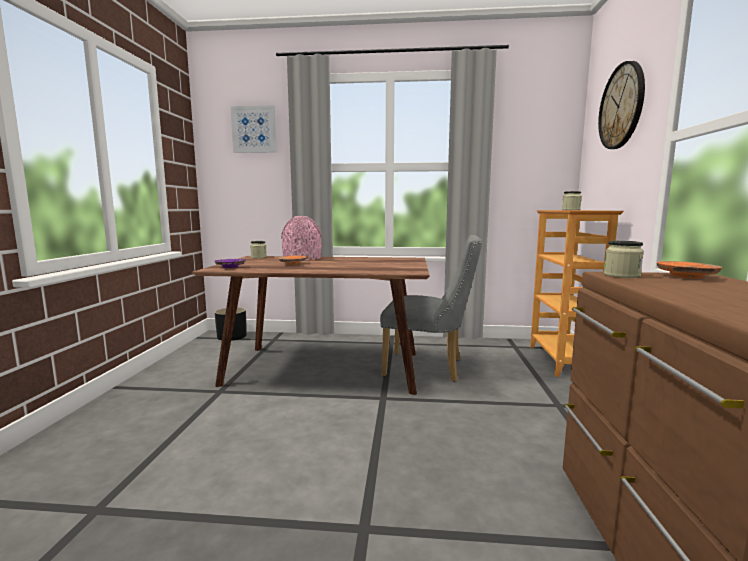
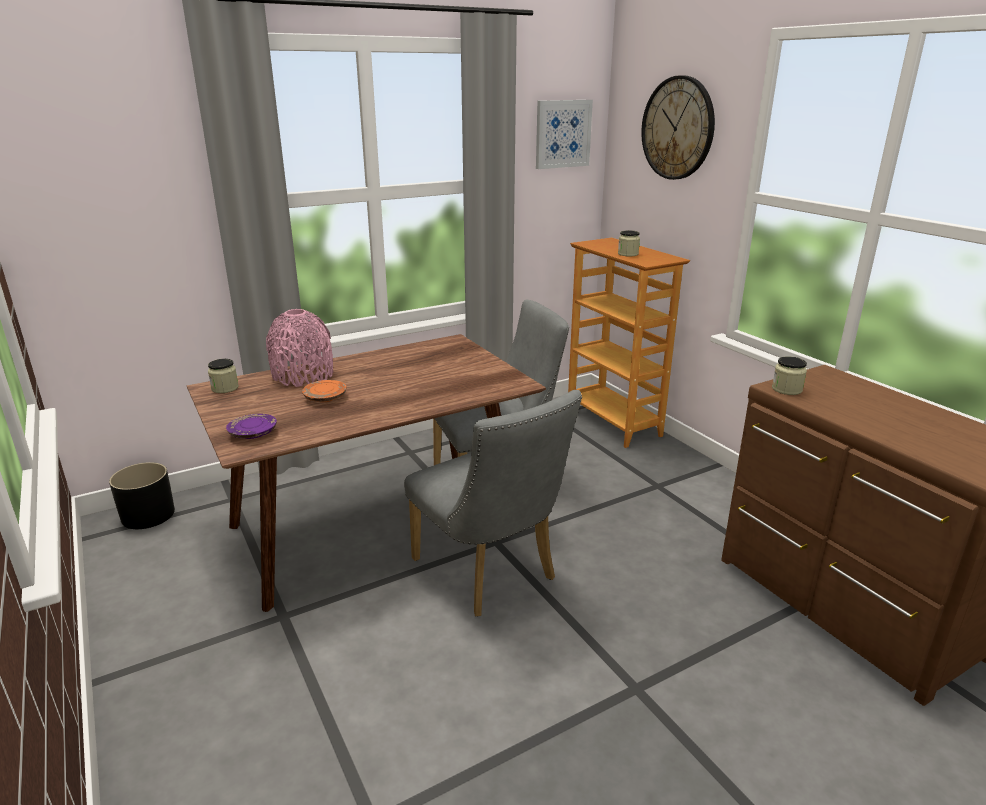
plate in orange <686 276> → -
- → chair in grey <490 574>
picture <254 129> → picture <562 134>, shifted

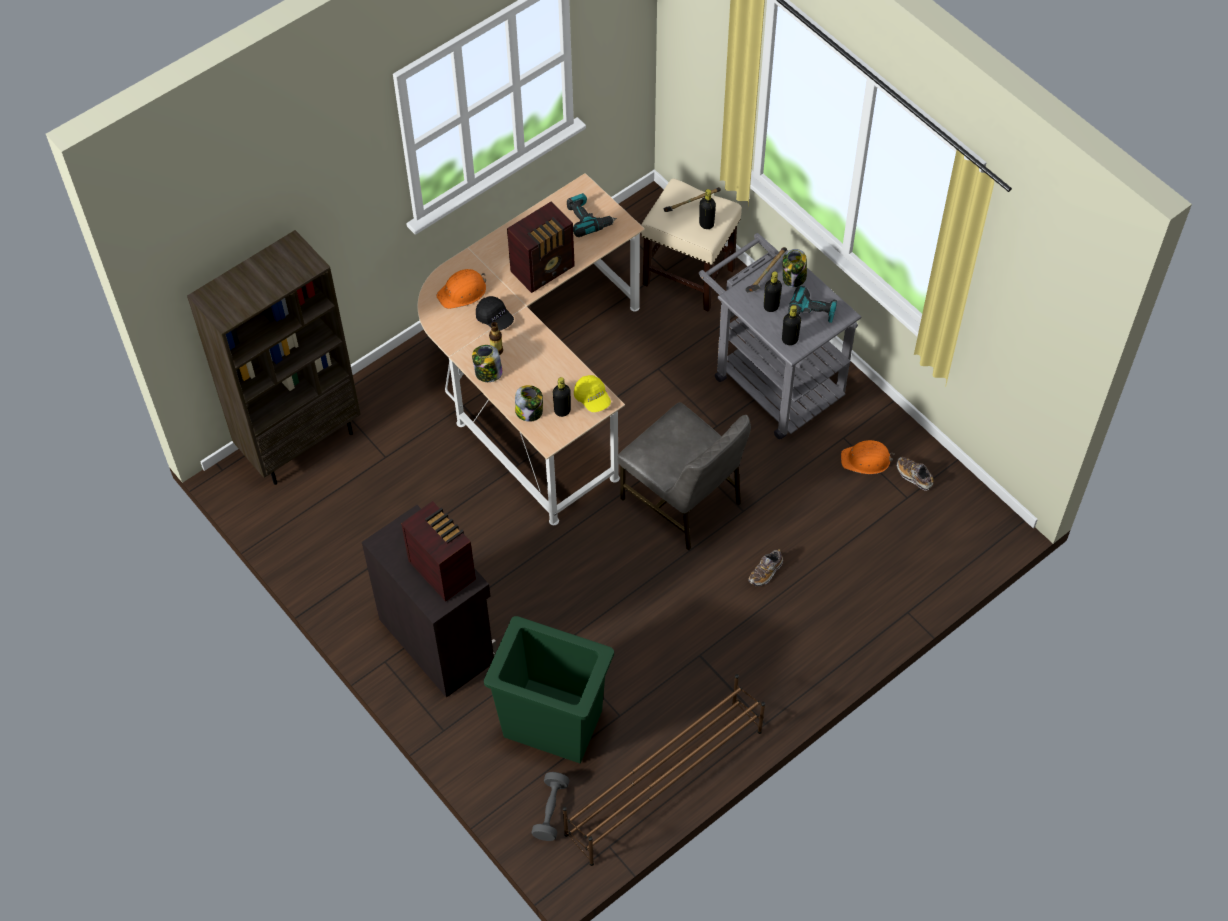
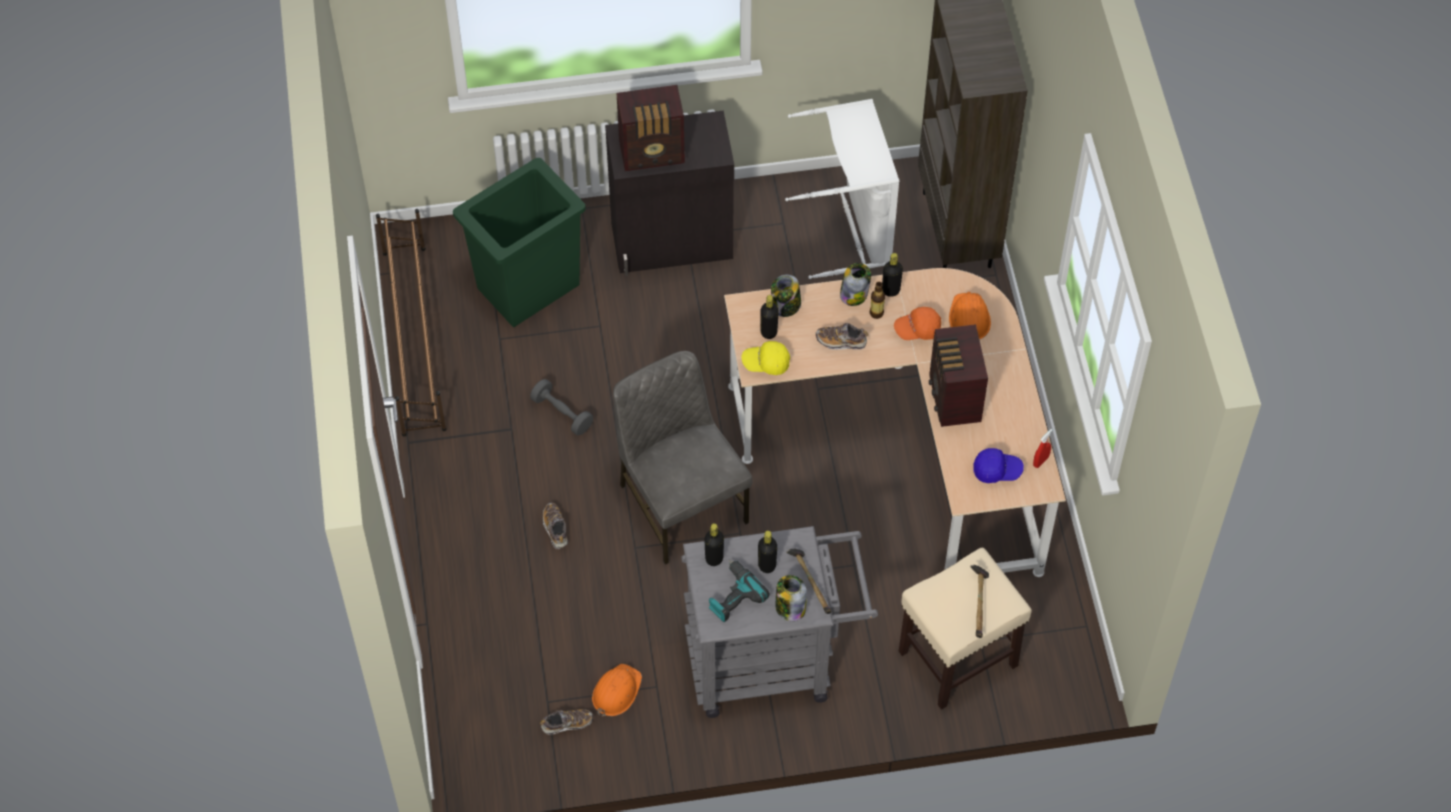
- → laundry basket in white <851 230>
- → shoe <841 341>
- → spray bottle in red <1040 461>
dumbbell in grey <551 811> → dumbbell in grey <562 413>, shifted
bottle in black <706 224> → bottle in black <891 290>, shifted
power drill <588 219> → cap in blue <997 470>
cap in black <495 318> → cap in orange <917 329>
chair in grey <683 501> → chair in grey <681 502>, 75 degrees clockwise

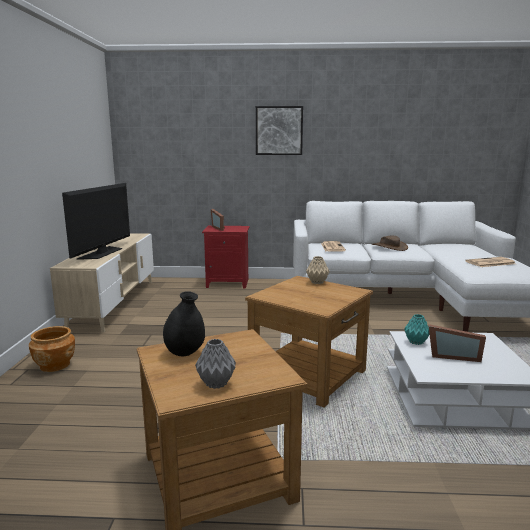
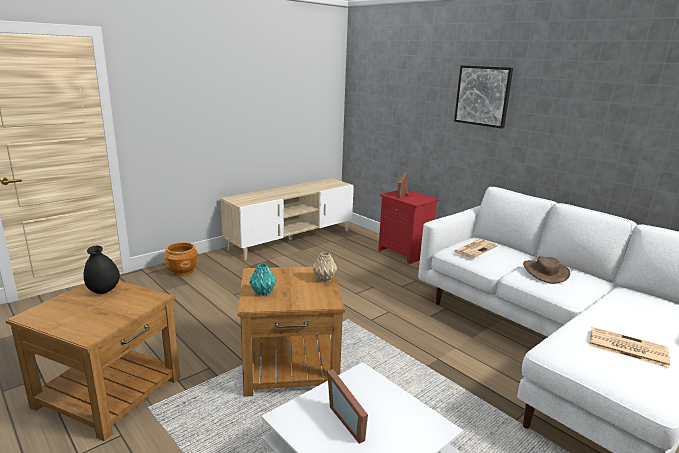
television <102 253> → -
vase in grey <216 384> → -
vase in turquoise <416 342> → vase in turquoise <263 293>, shifted

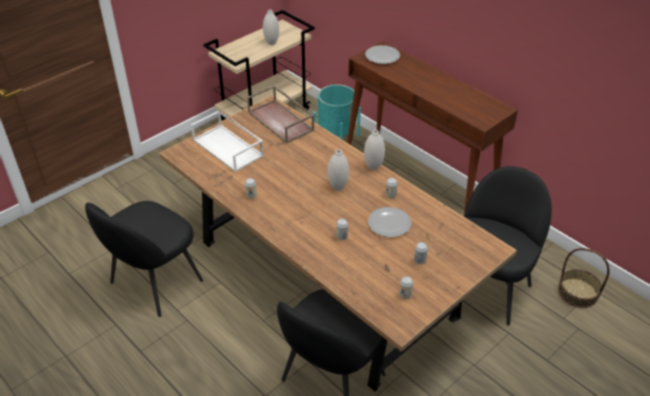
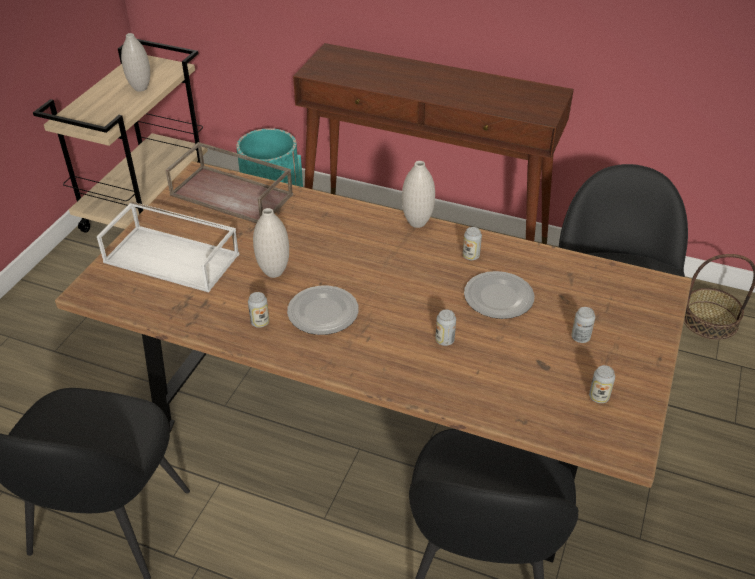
vase in white <338 187> → vase in white <274 272>, shifted
plate <382 56> → plate <323 312>, shifted

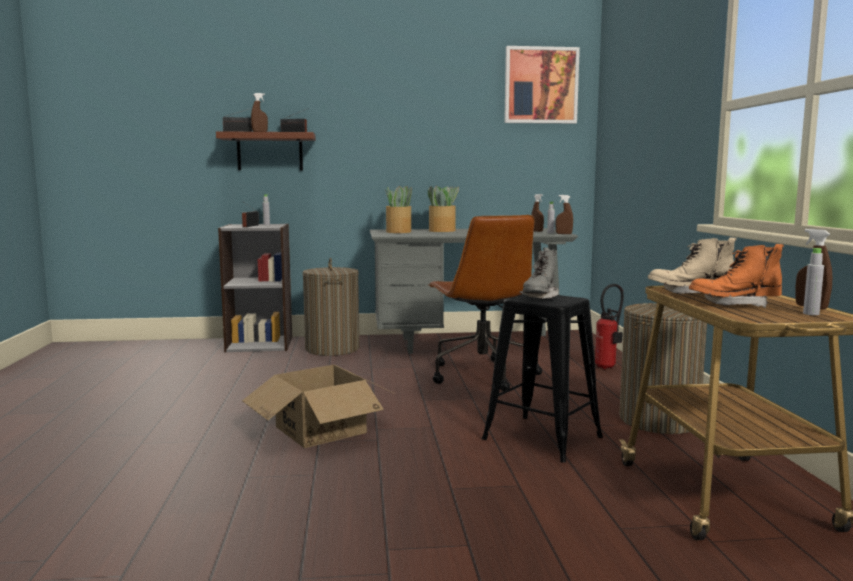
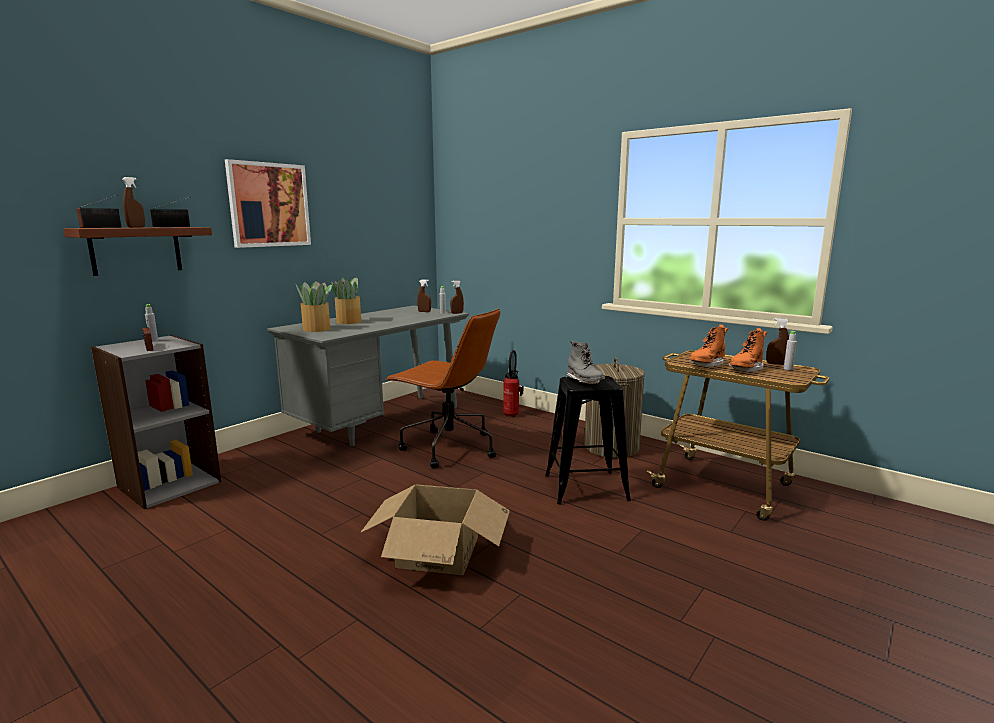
laundry basket <332 349> → -
picture <541 85> → picture <269 205>, shifted
boot in beige <690 293> → boot in orange <706 365>

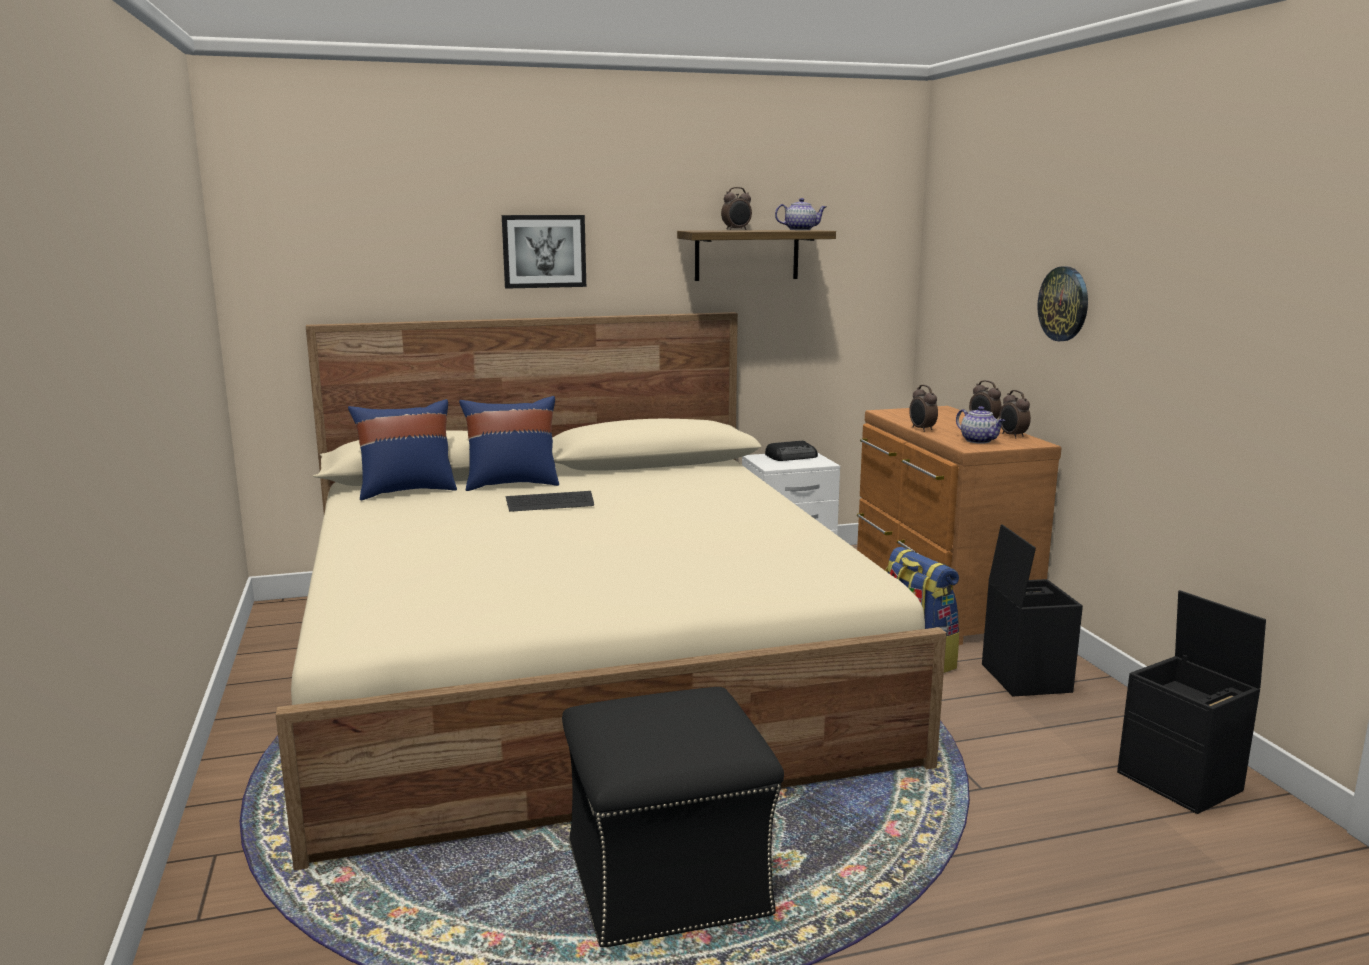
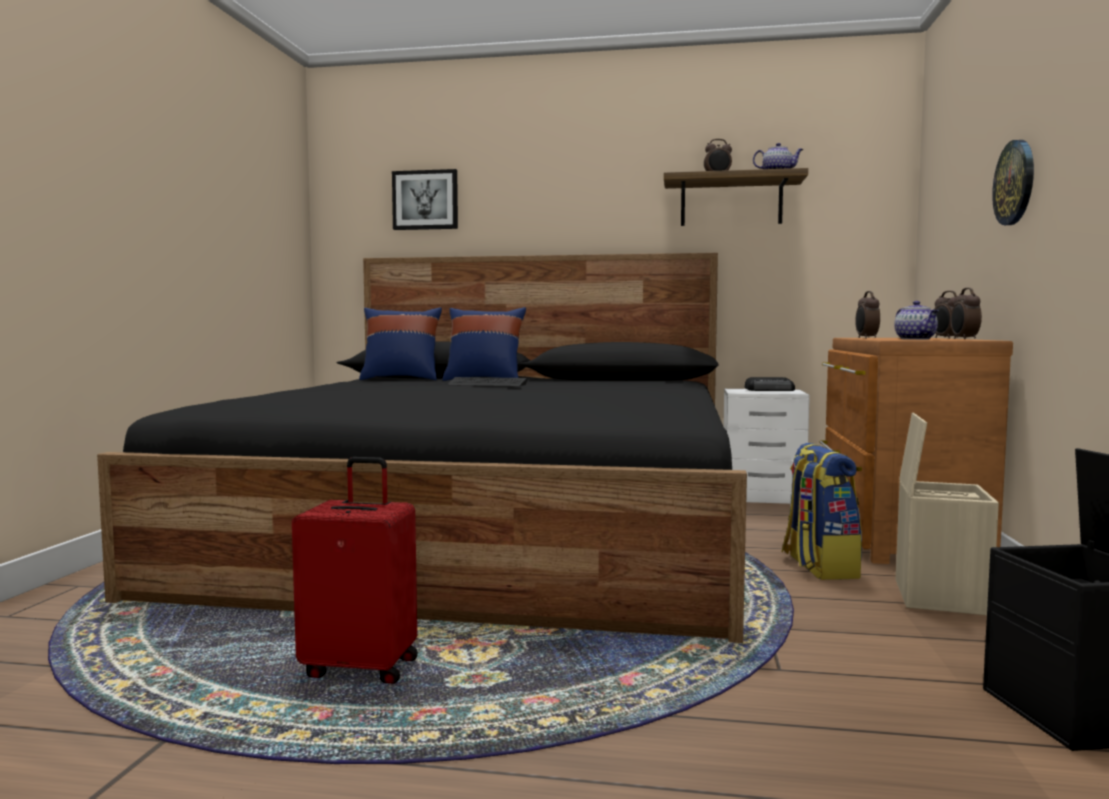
picture <544 251> → picture <425 200>, shifted
ottoman in black <669 878> → suitcase in red <362 667>
bed in beige <580 666> → bed in black <491 530>
storage box in black <1023 677> → storage box in beige <938 596>

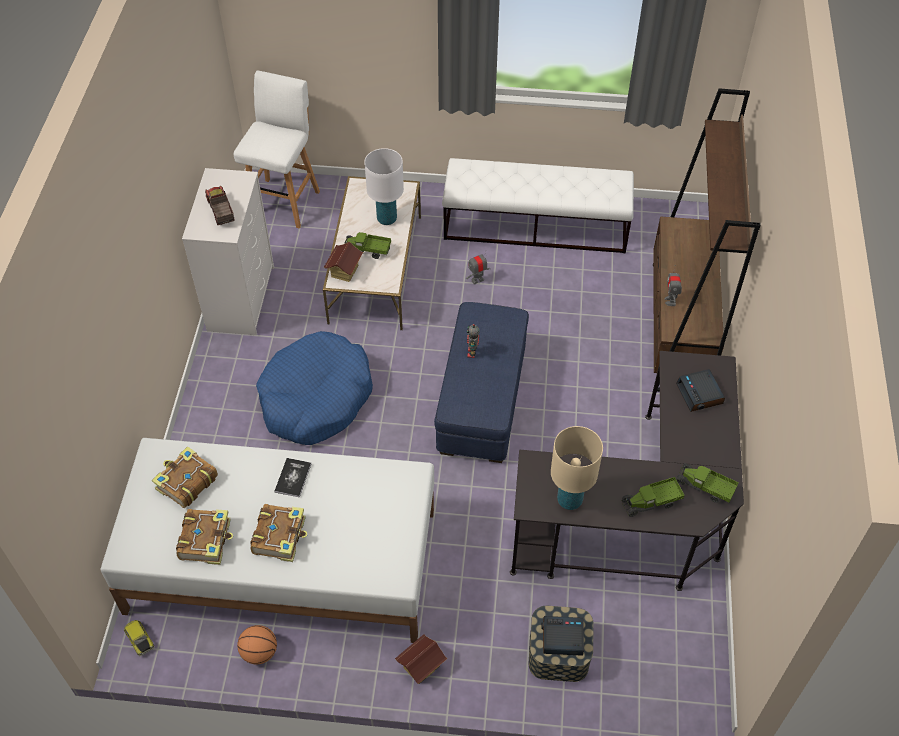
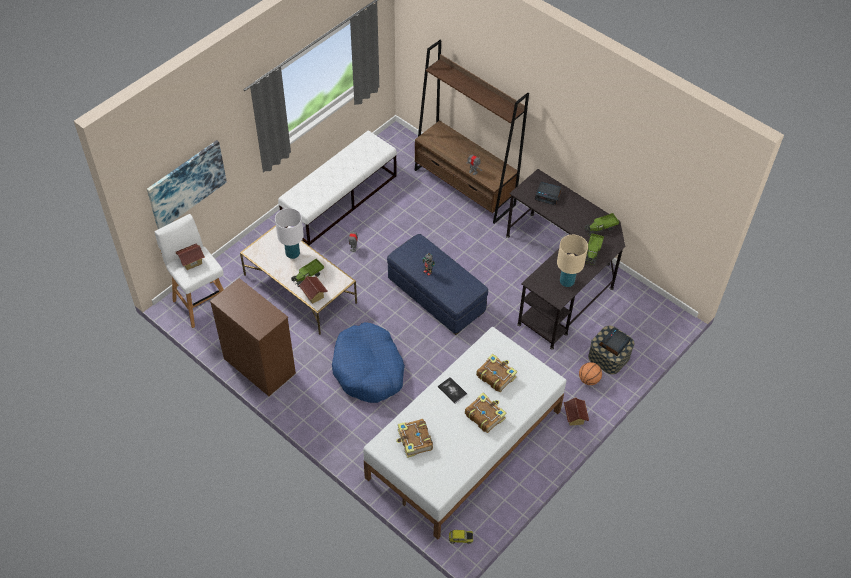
toy truck <220 212> → -
- → picture <186 184>
- → toy house <191 262>
book <206 540> → book <495 376>, shifted
basketball <259 652> → basketball <589 380>, shifted
dresser in white <241 298> → dresser in brown <259 365>

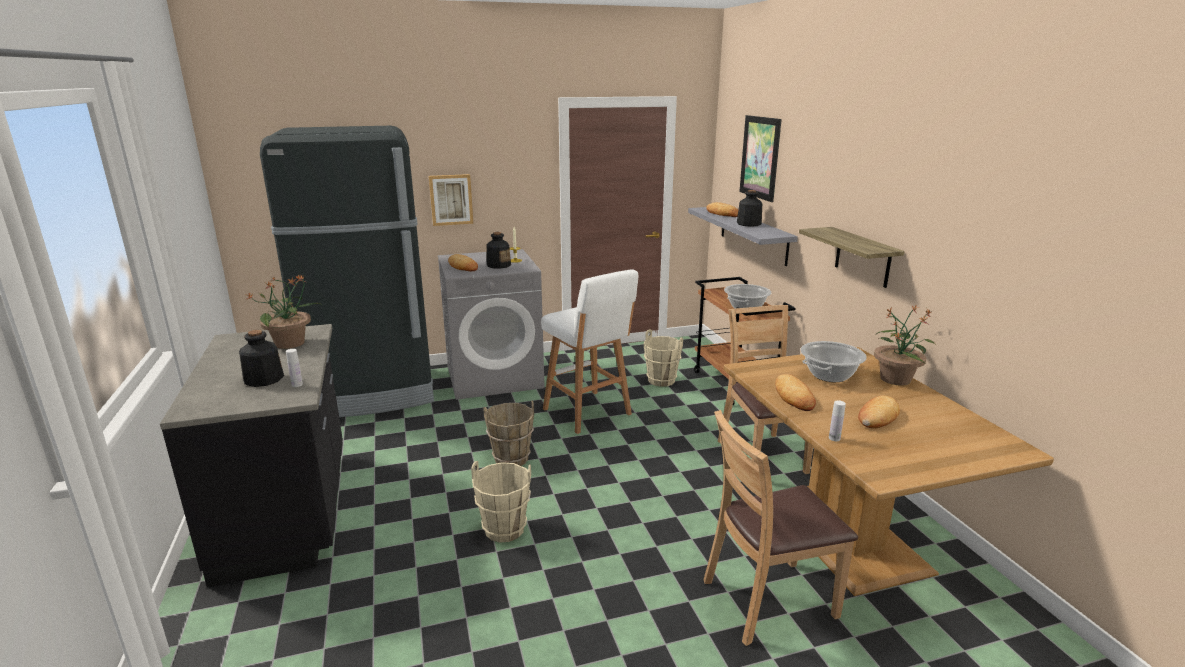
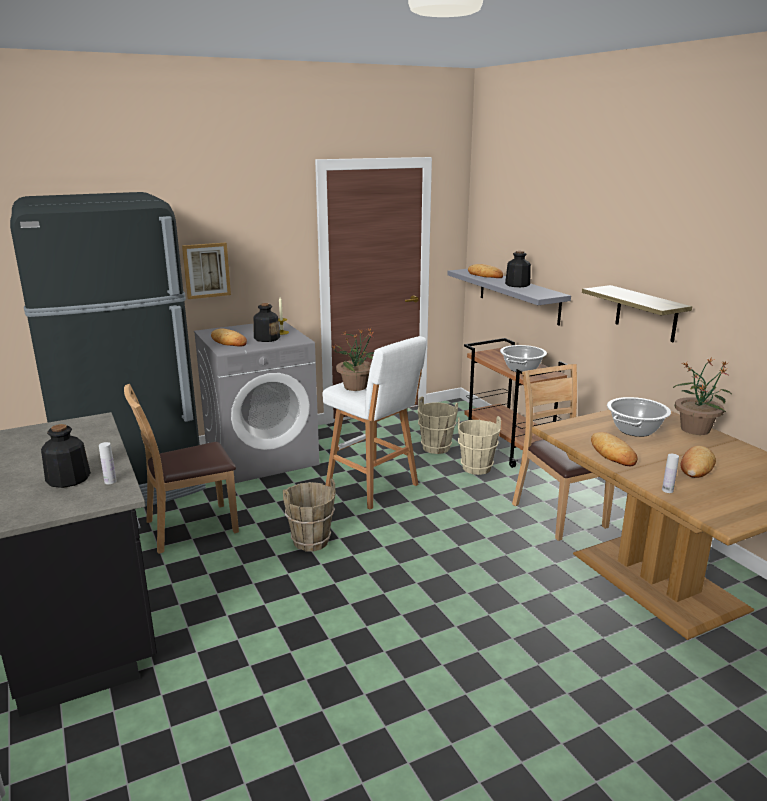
picture <760 157> → -
potted plant <291 343> → potted plant <356 386>, shifted
bucket in beige <504 530> → bucket in beige <476 468>, shifted
chair in brown <768 600> → chair in brown <190 527>, shifted

